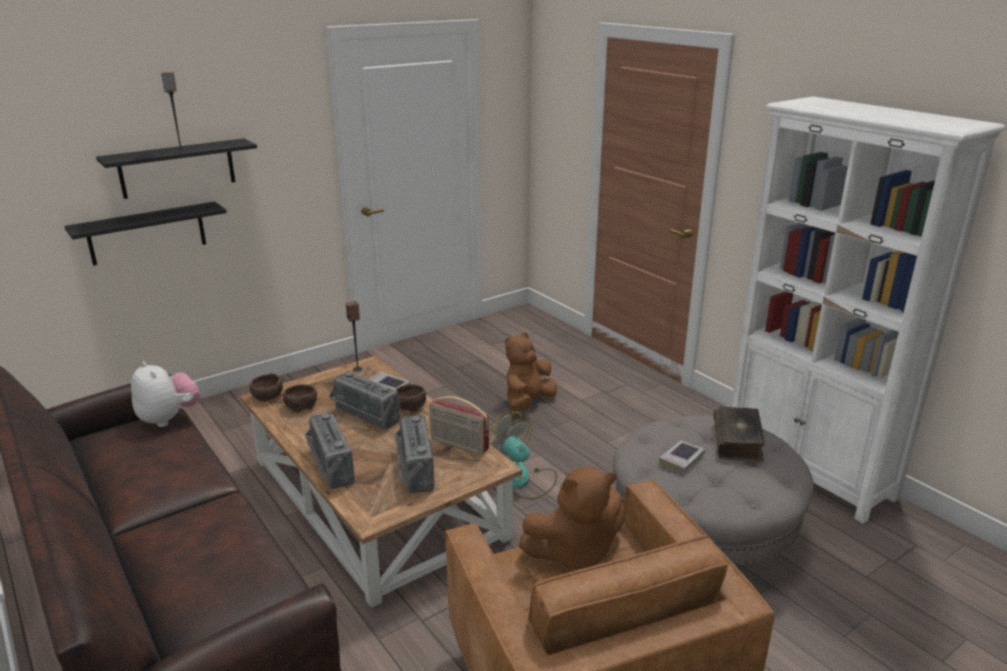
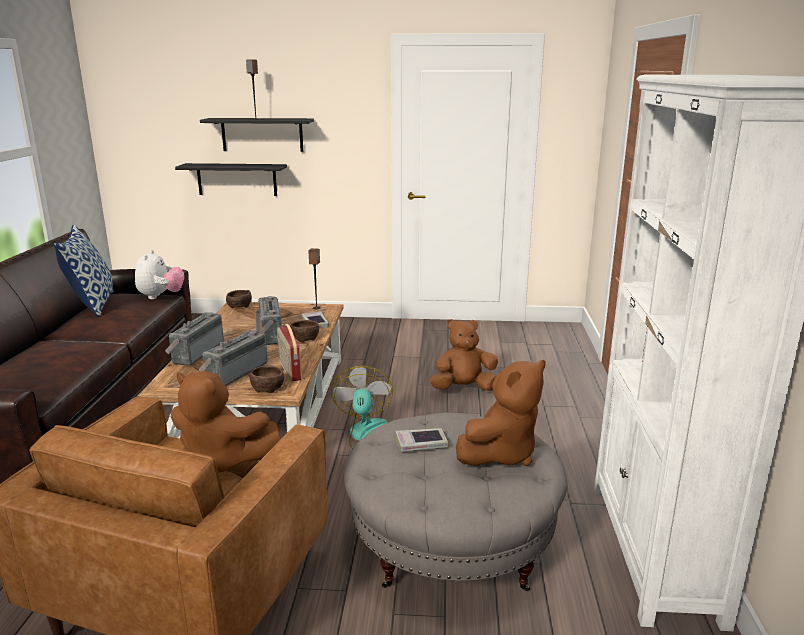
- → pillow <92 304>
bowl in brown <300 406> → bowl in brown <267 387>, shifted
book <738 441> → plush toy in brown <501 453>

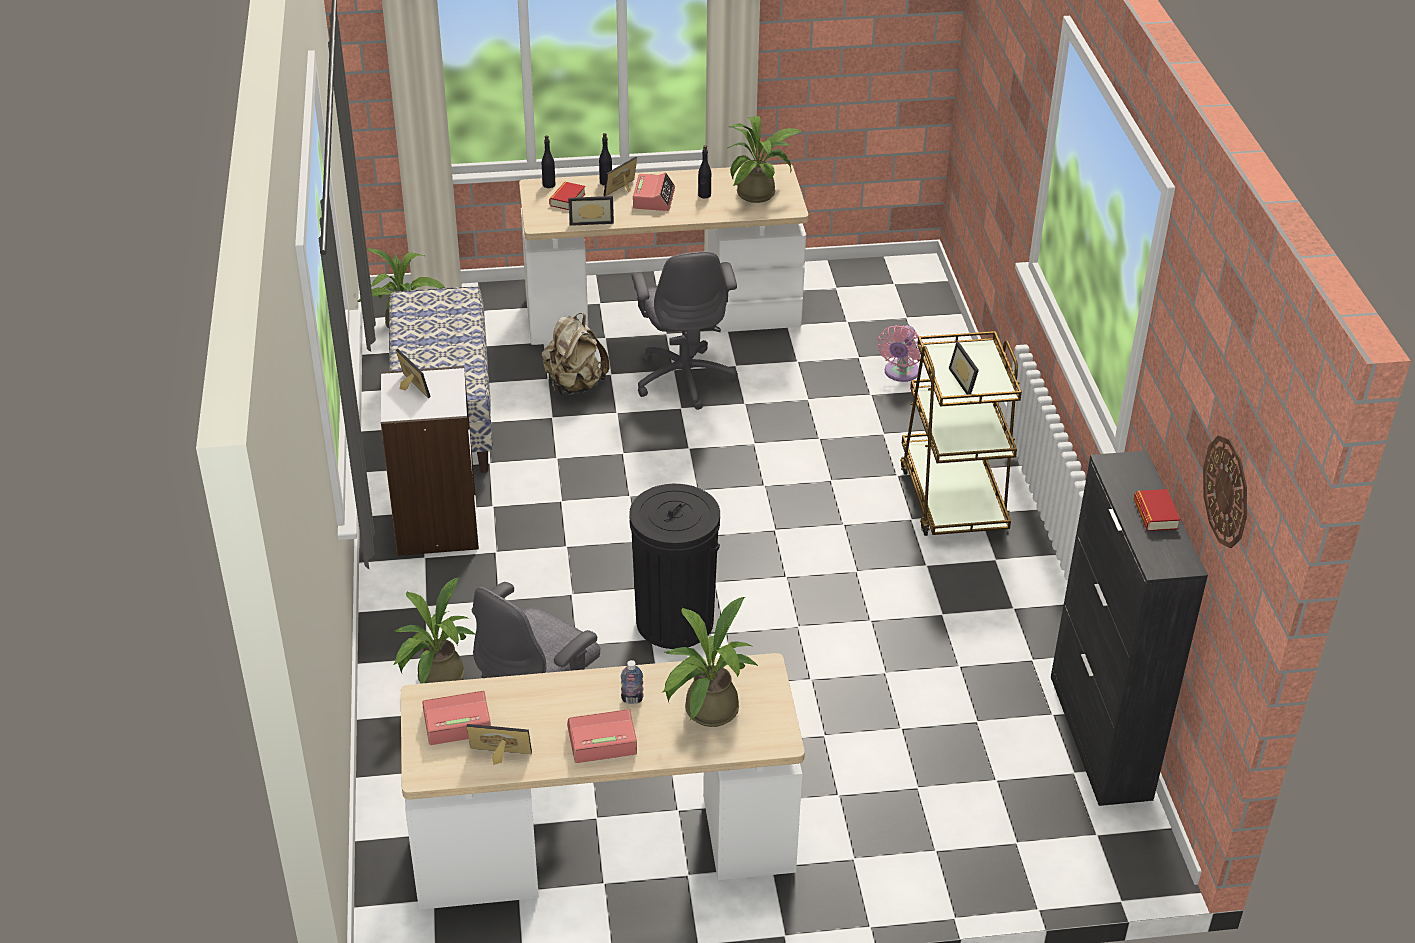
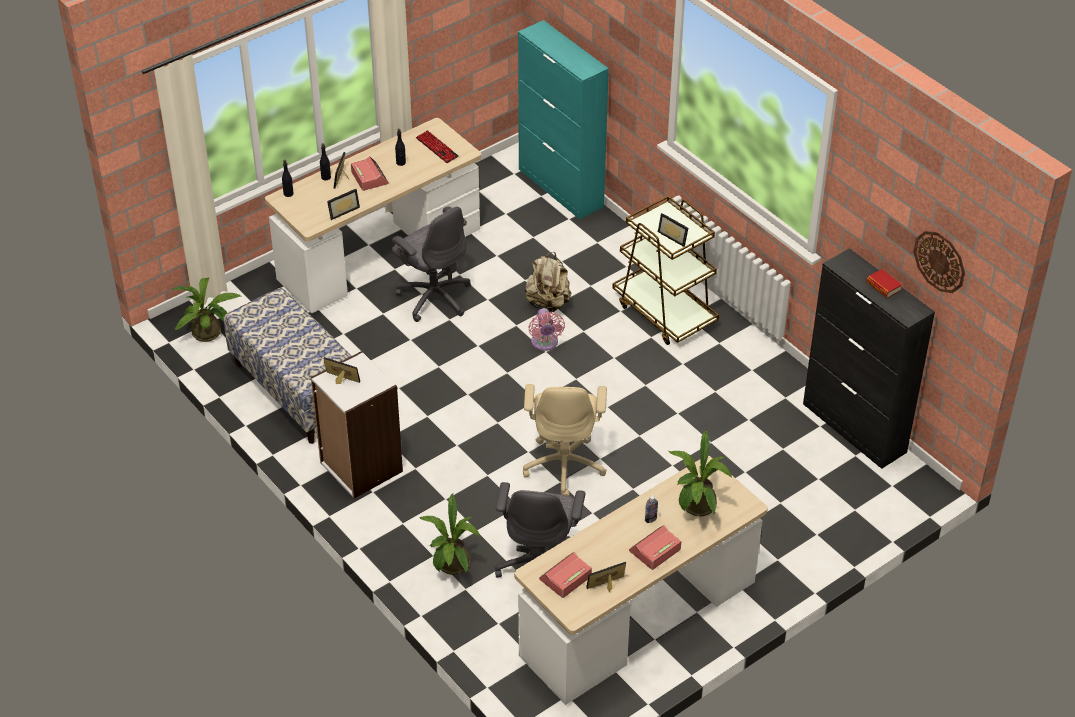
book <567 199> → -
- → cabinet in turquoise <561 188>
backpack in beige <574 385> → backpack in beige <548 303>, shifted
fan in pink <900 373> → fan in pink <545 343>, shifted
trash can in black <674 621> → office chair in beige <564 465>
potted plant <761 193> → keyboard <437 148>

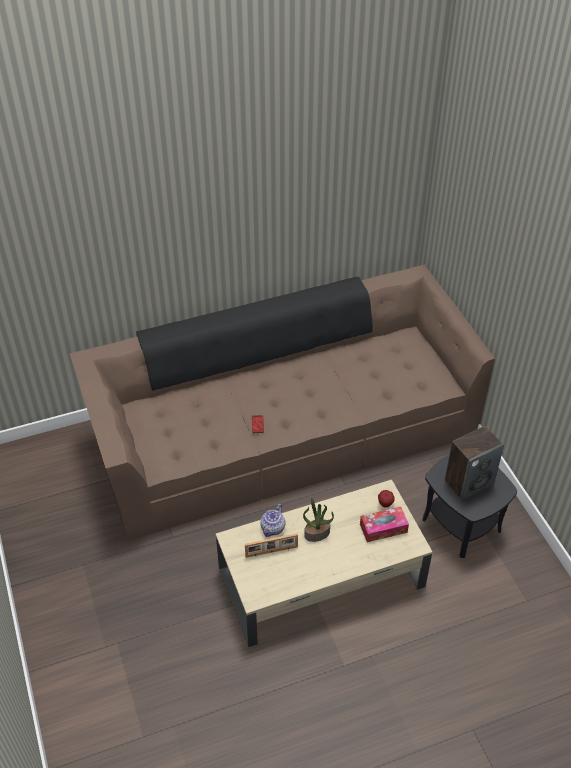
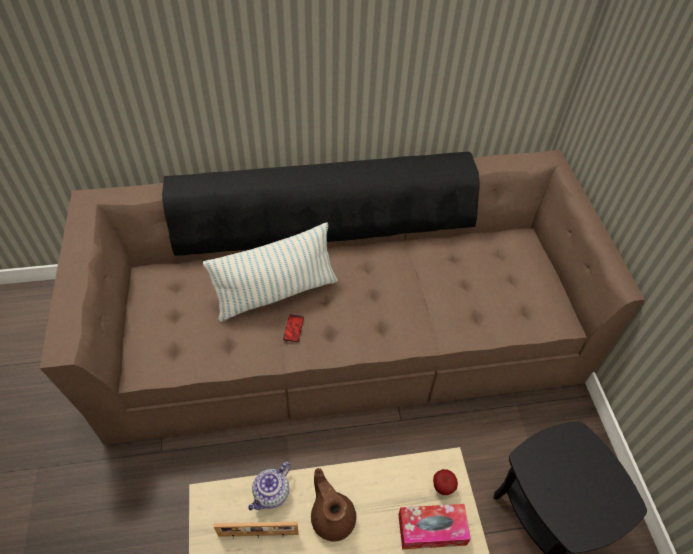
speaker <468 483> → -
- → pillow <276 293>
potted plant <317 533> → teapot in brown <332 517>

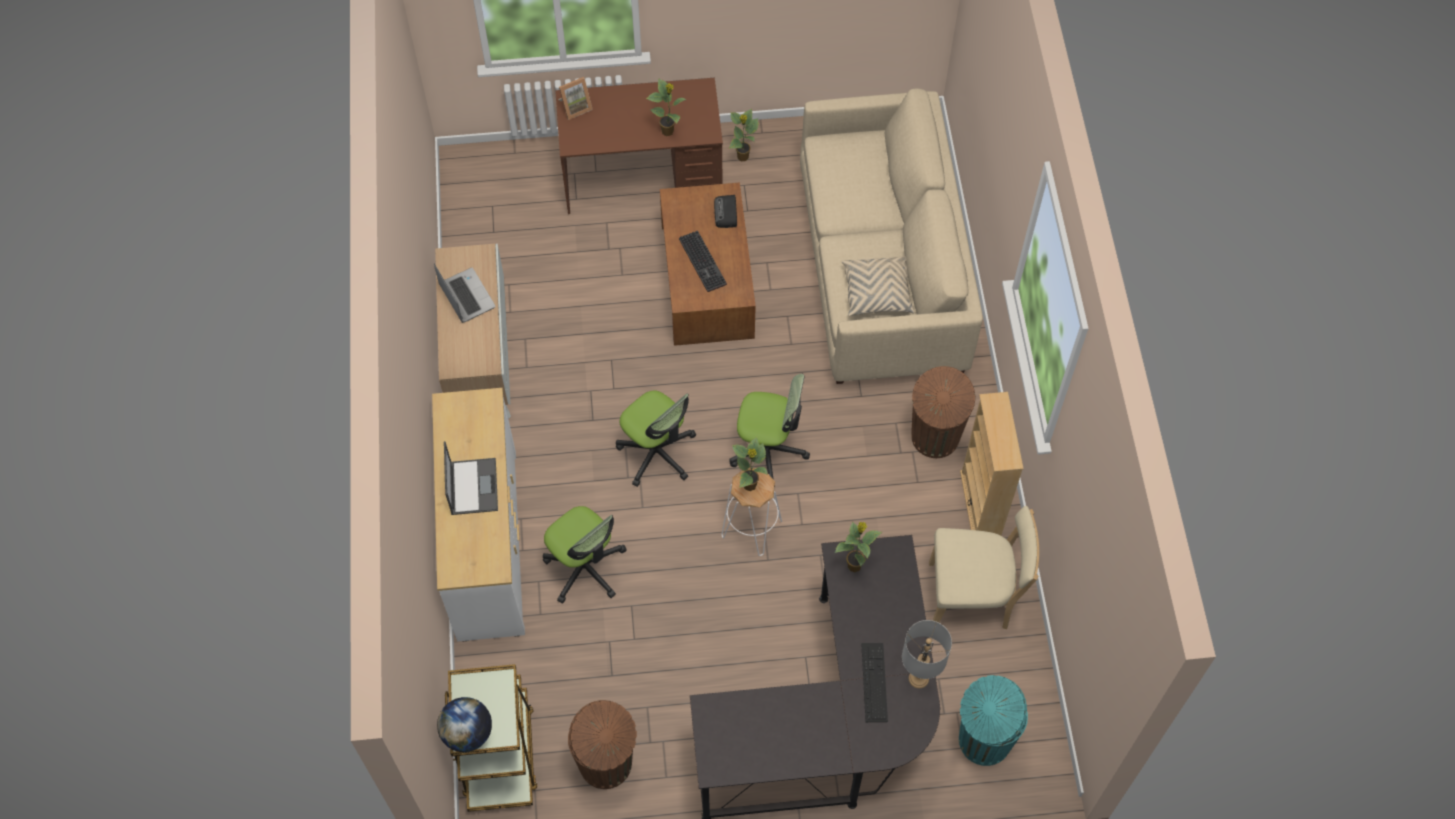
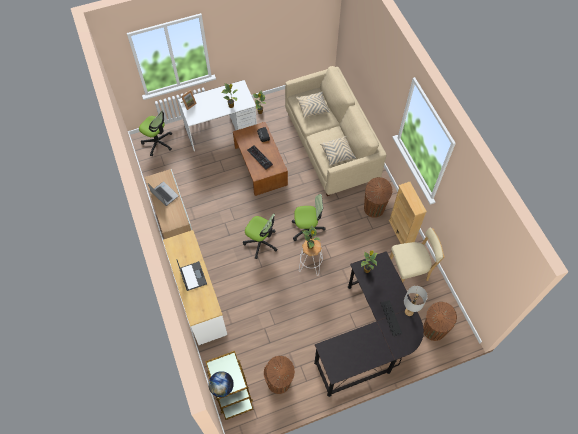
- → pillow in beige <312 108>
office chair <585 567> → office chair <158 143>, shifted
desk in brown <643 179> → desk in white <221 130>
trash can in turquoise <982 741> → trash can in brown <433 330>

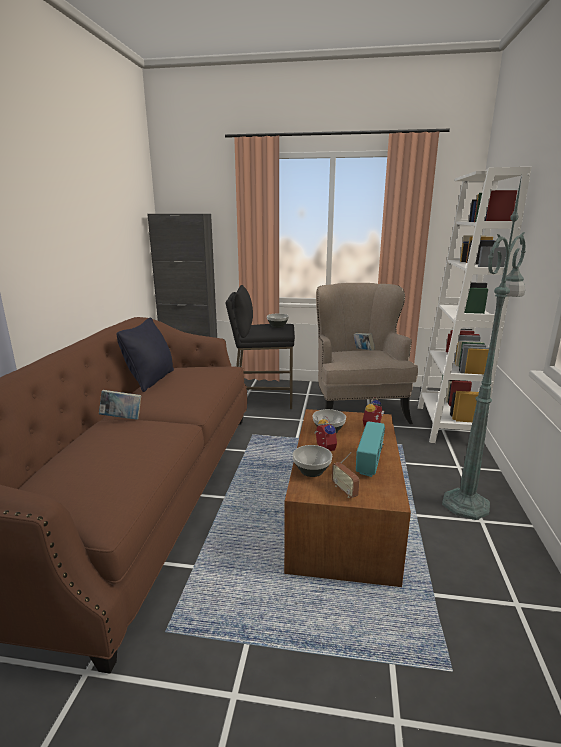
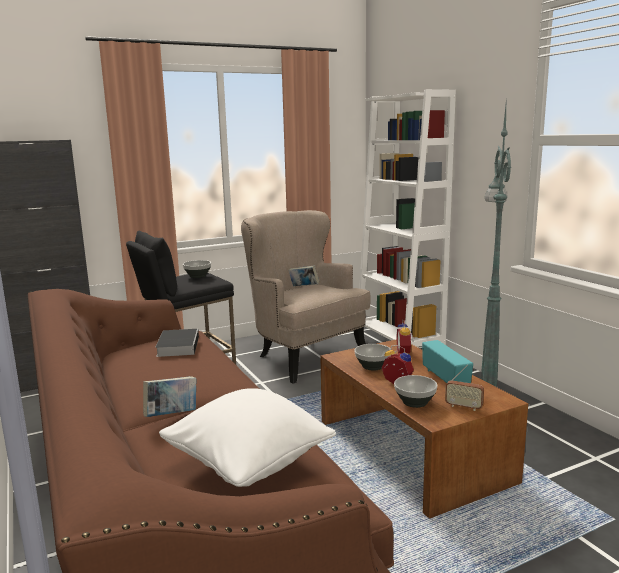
pillow in black <151 380> → -
- → book <178 345>
- → pillow in white <248 465>

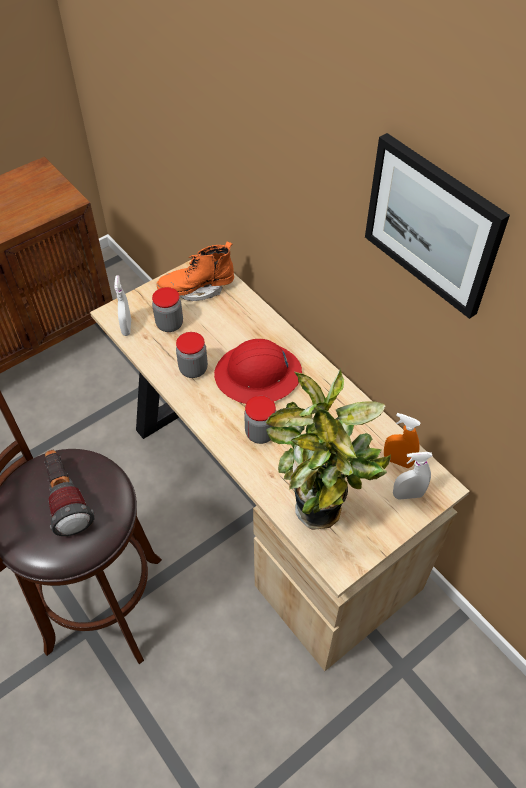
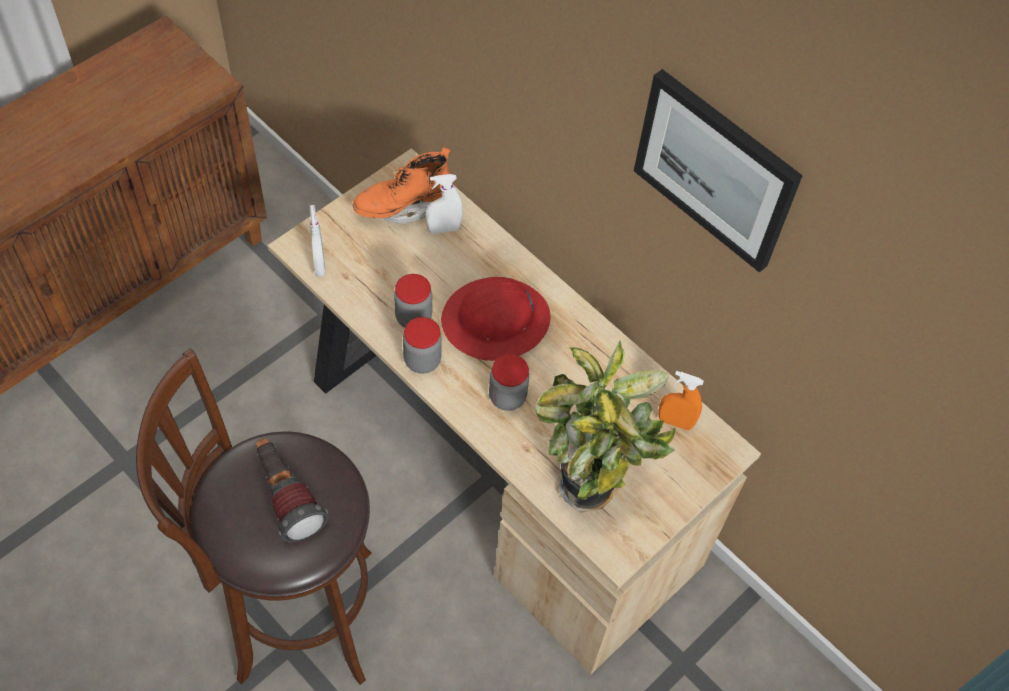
jar <169 324> → jar <422 360>, shifted
spray bottle in white <408 495> → spray bottle in white <443 229>, shifted

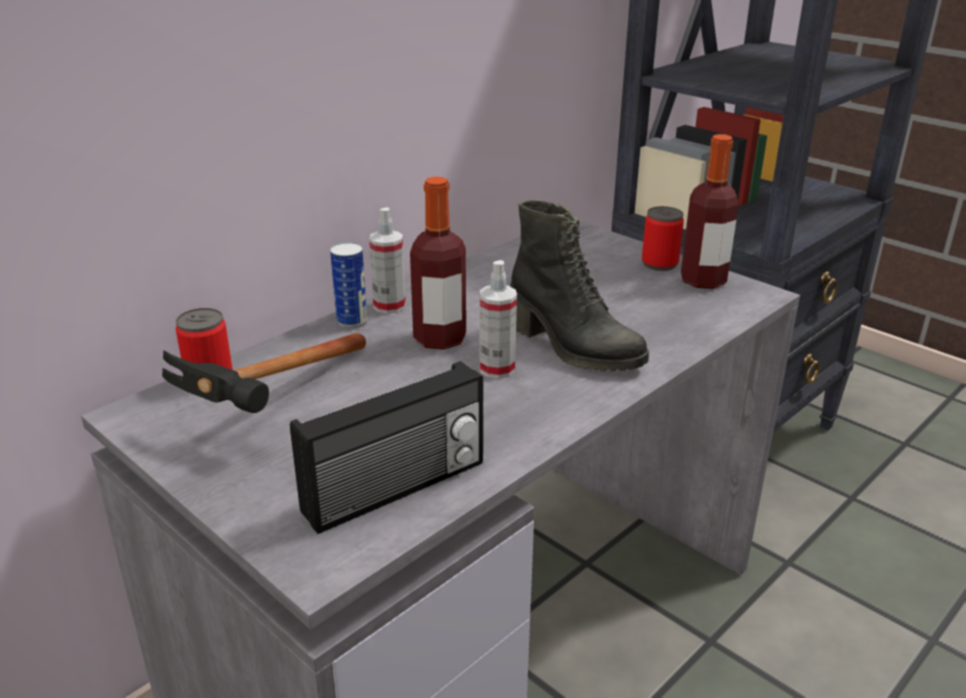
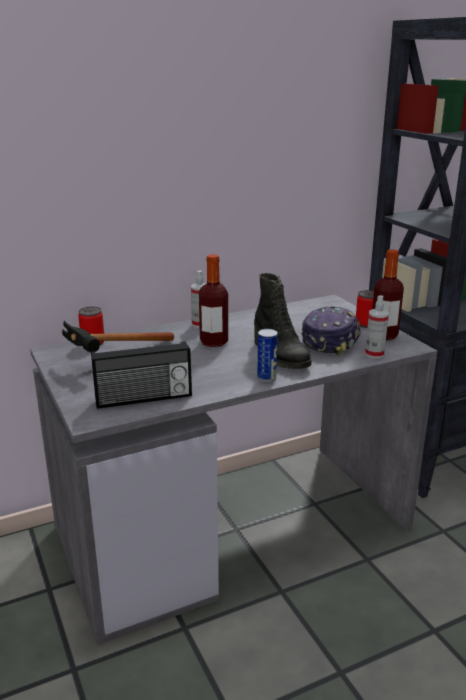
- → cap <330 340>
can <352 322> → can <266 378>, shifted
spray bottle <497 369> → spray bottle <374 354>, shifted

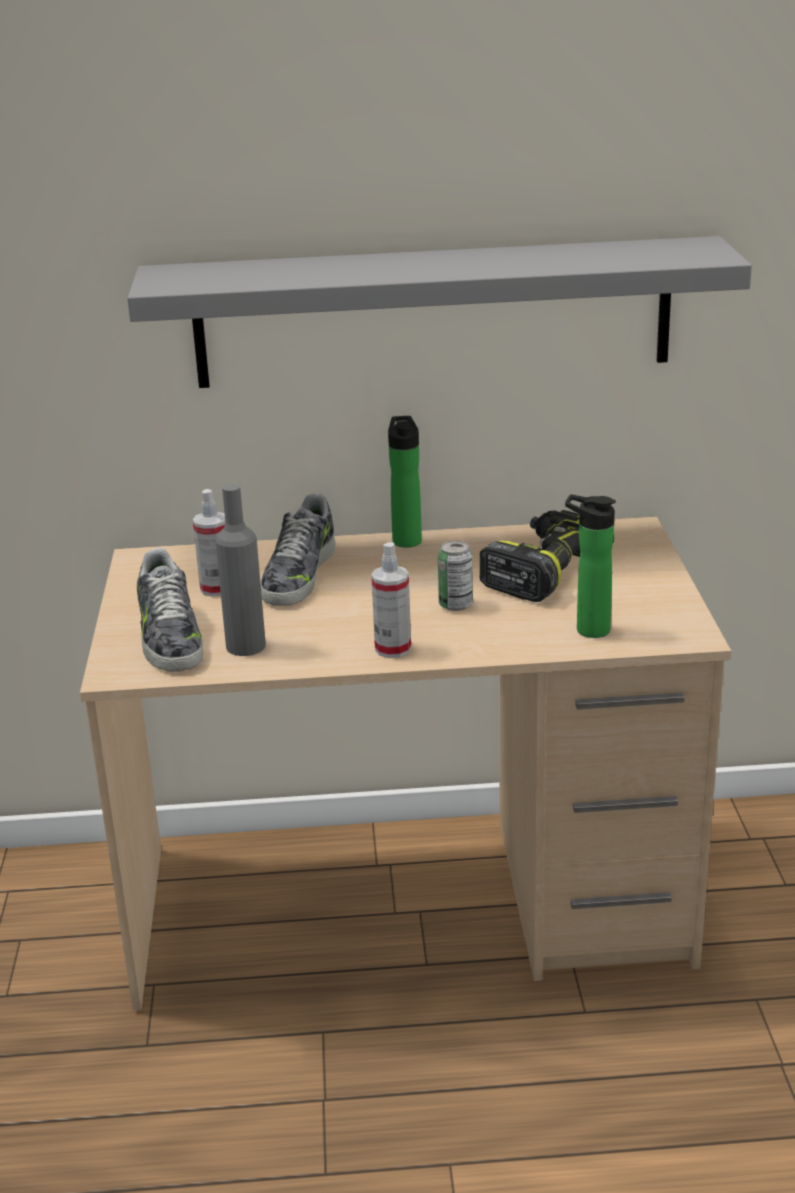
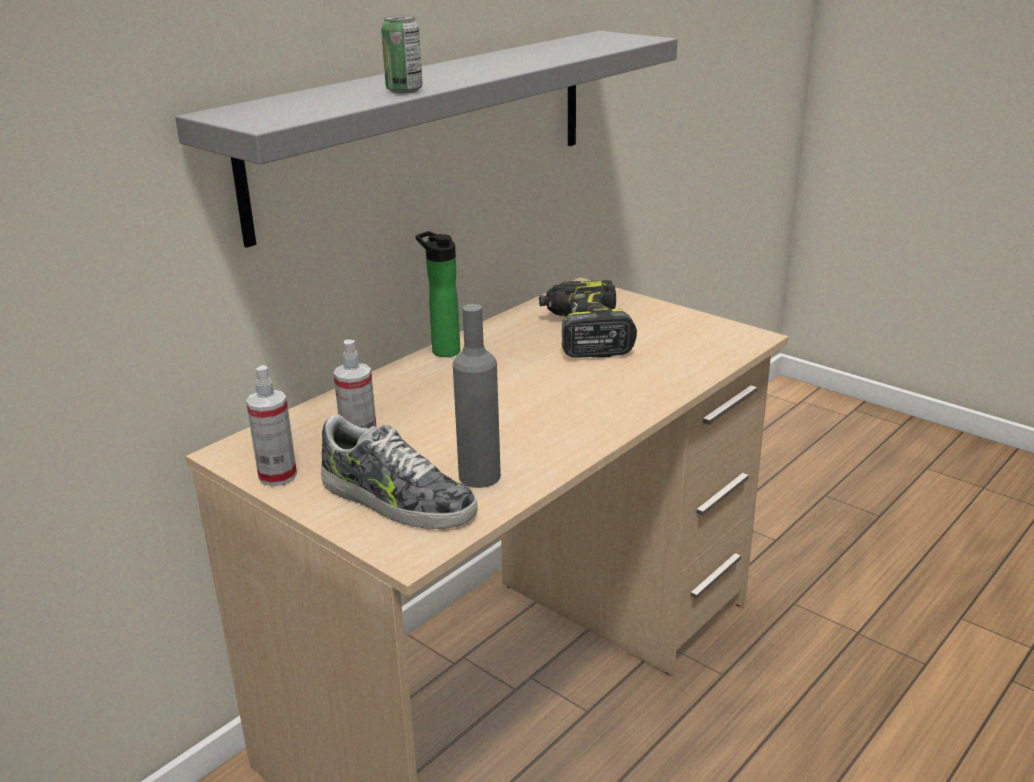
shoe <298 575> → -
bottle <587 629> → -
spray bottle <393 649> → spray bottle <277 476>, shifted
can <455 605> → can <404 90>, shifted

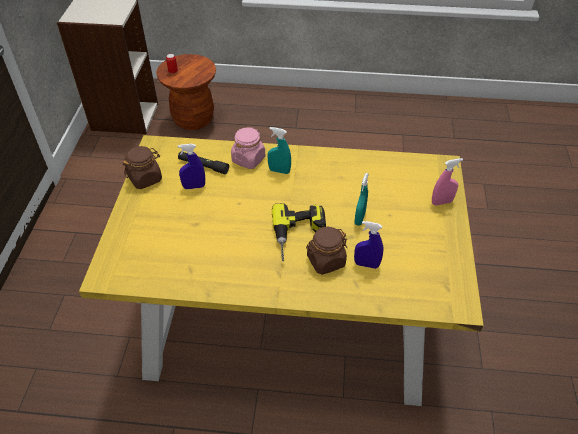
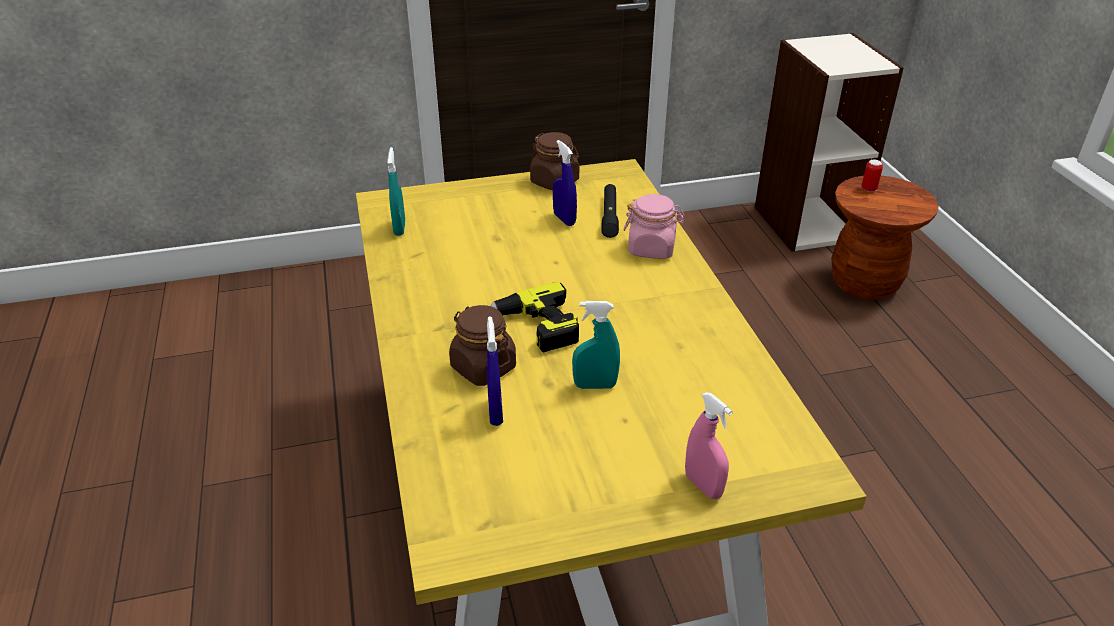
spray bottle in turquoise <279 171> → spray bottle in turquoise <399 228>, shifted

